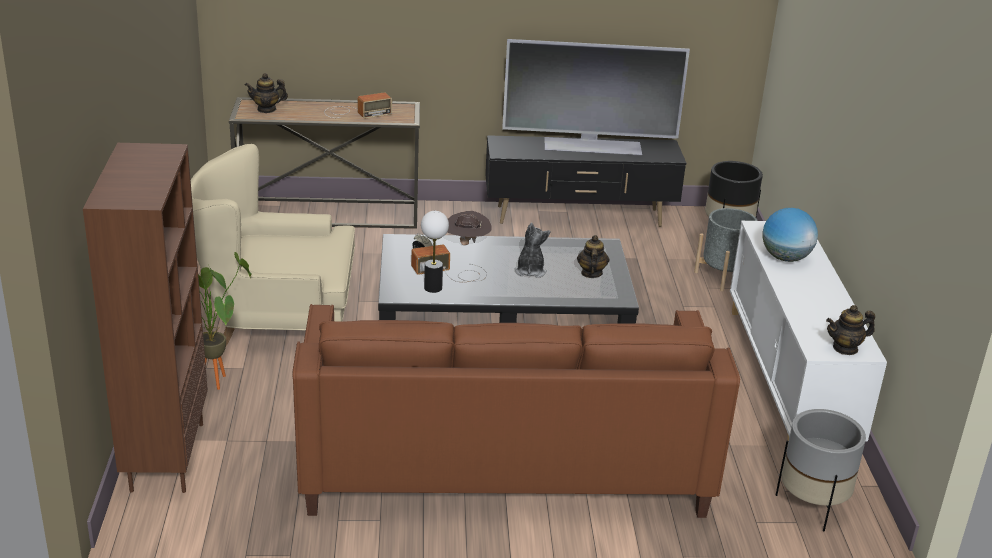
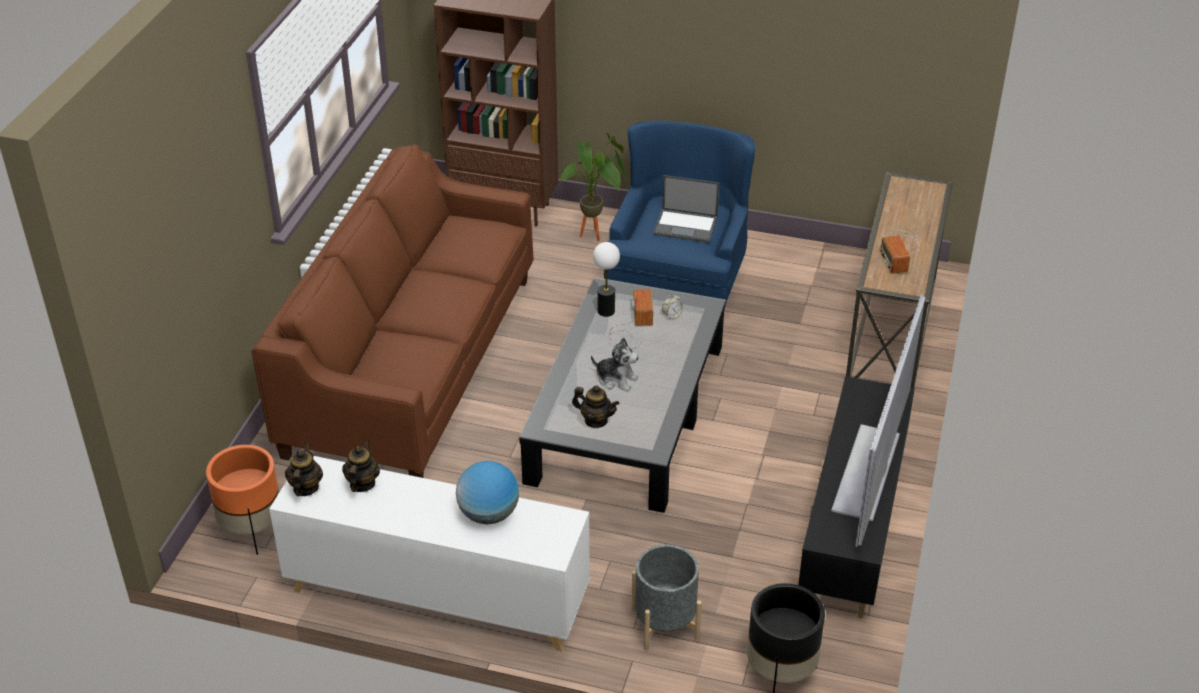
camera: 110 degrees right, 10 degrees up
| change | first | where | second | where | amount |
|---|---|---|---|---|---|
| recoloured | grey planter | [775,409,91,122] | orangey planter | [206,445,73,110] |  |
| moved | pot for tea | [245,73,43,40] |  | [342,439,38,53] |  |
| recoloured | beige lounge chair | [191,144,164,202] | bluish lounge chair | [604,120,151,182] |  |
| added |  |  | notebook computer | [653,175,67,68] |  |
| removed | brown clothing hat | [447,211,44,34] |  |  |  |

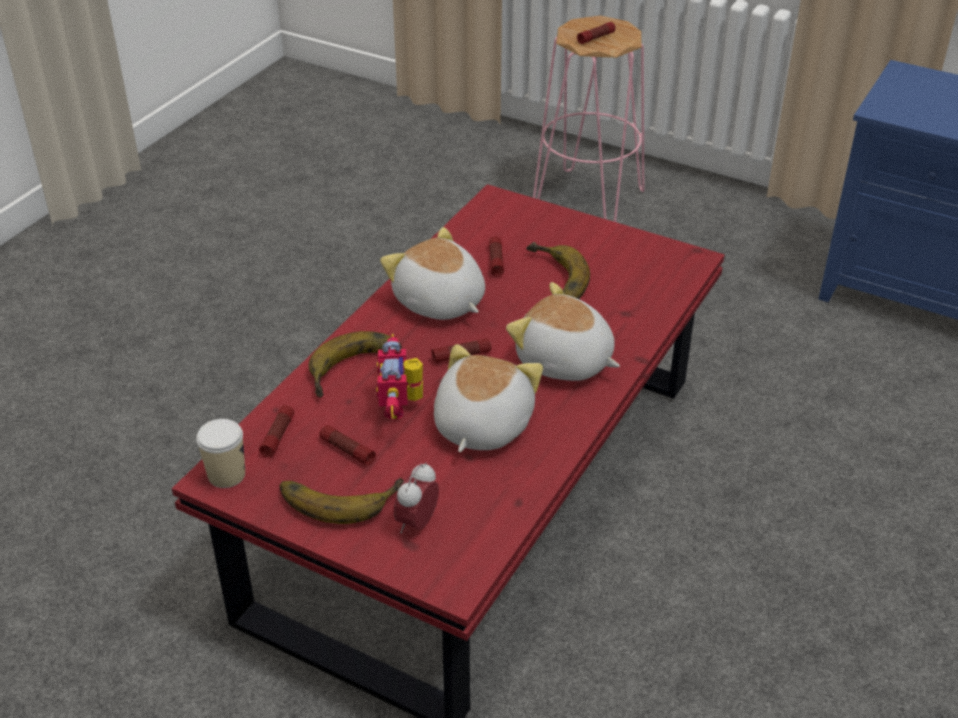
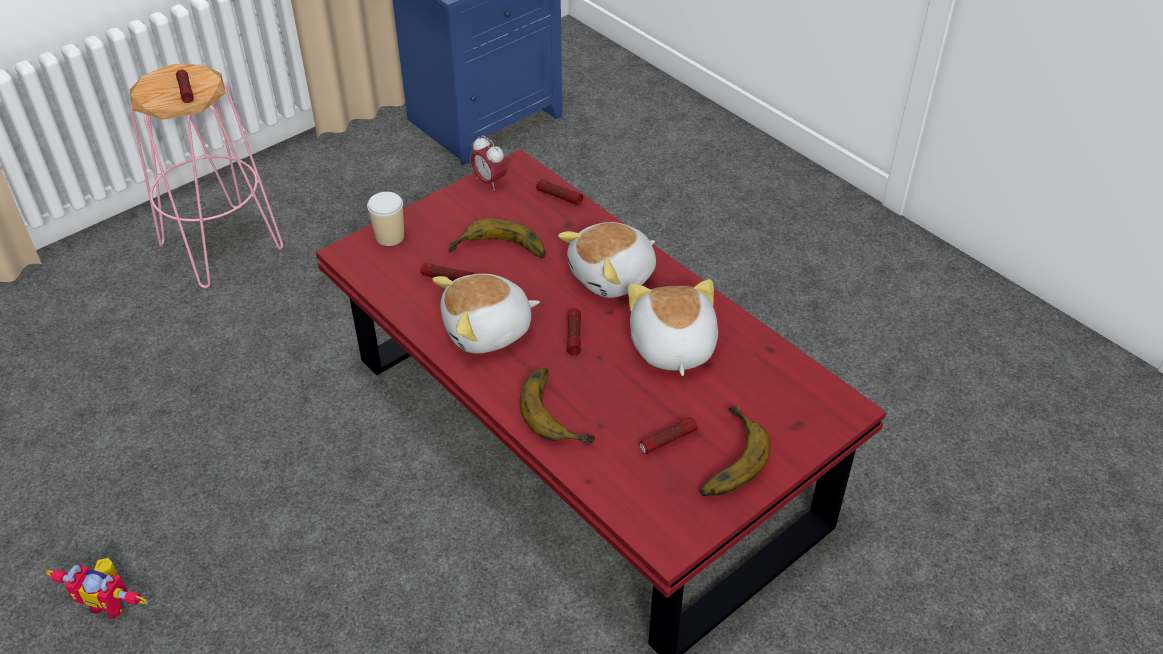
camera: 70 degrees left, 5 degrees up
| change | first | where | second | where | amount |
|---|---|---|---|---|---|
| moved | toy robot | [377,334,46,86] |  | [46,558,101,61] |  |
| moved | drinking cup | [196,419,49,69] |  | [367,192,37,54] |  |
| moved | alarm clock | [393,462,46,71] |  | [471,135,36,55] |  |
| moved | torch | [259,405,35,52] |  | [536,179,47,26] |  |
| turned | soft toy | [434,344,109,108] |  | [628,279,90,97] | 45 degrees clockwise |

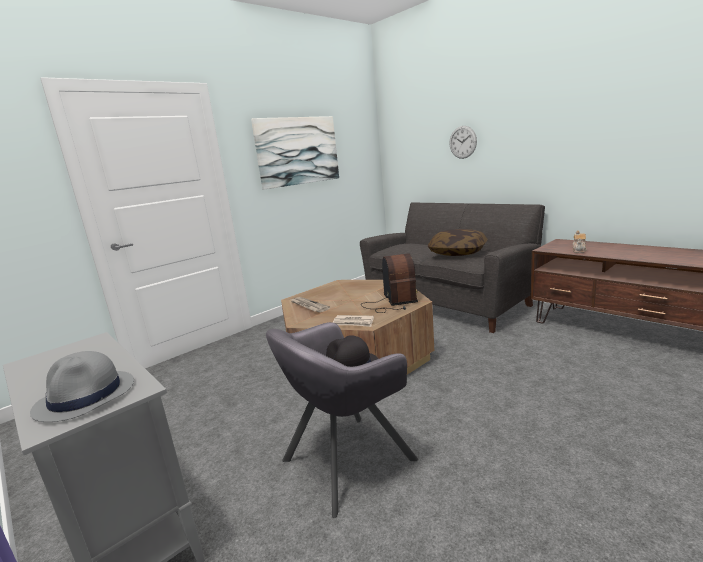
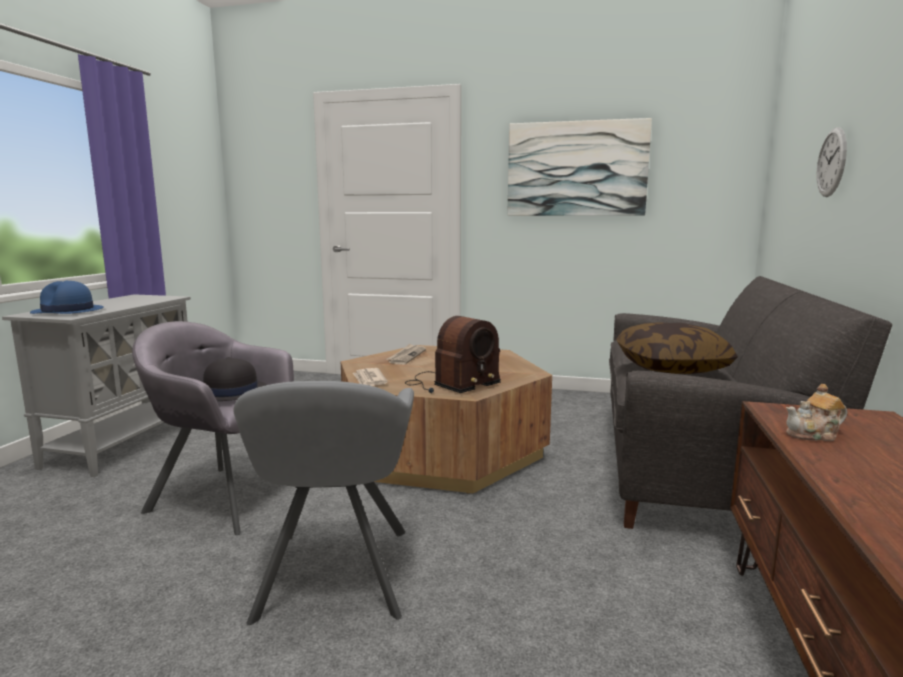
camera: 55 degrees right, 5 degrees down
| change | first | where | second | where | amount |
|---|---|---|---|---|---|
| recoloured | grey clothing hat | [30,351,104,71] | bluish clothing hat | [30,281,74,33] |  |
| added |  |  | grey lounge chair | [233,381,181,244] |  |

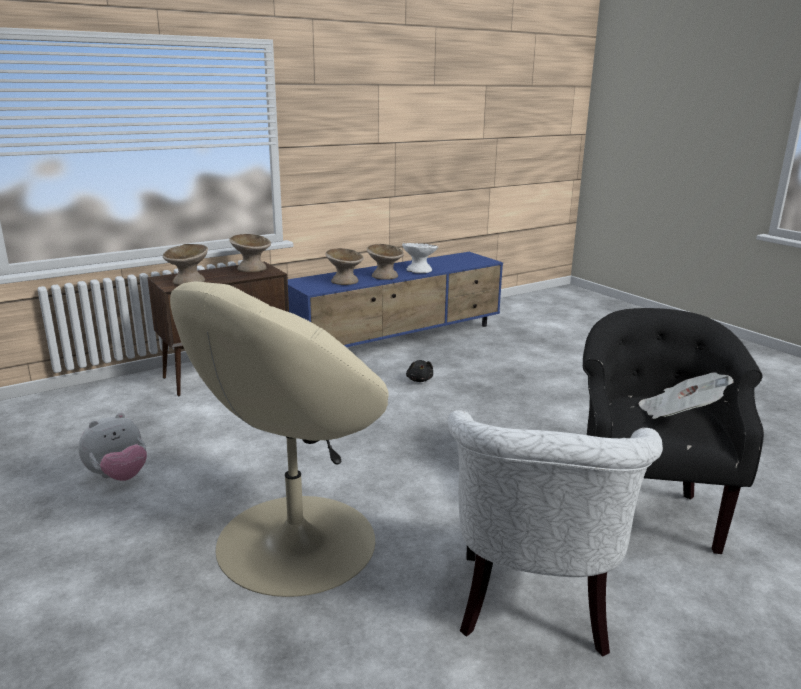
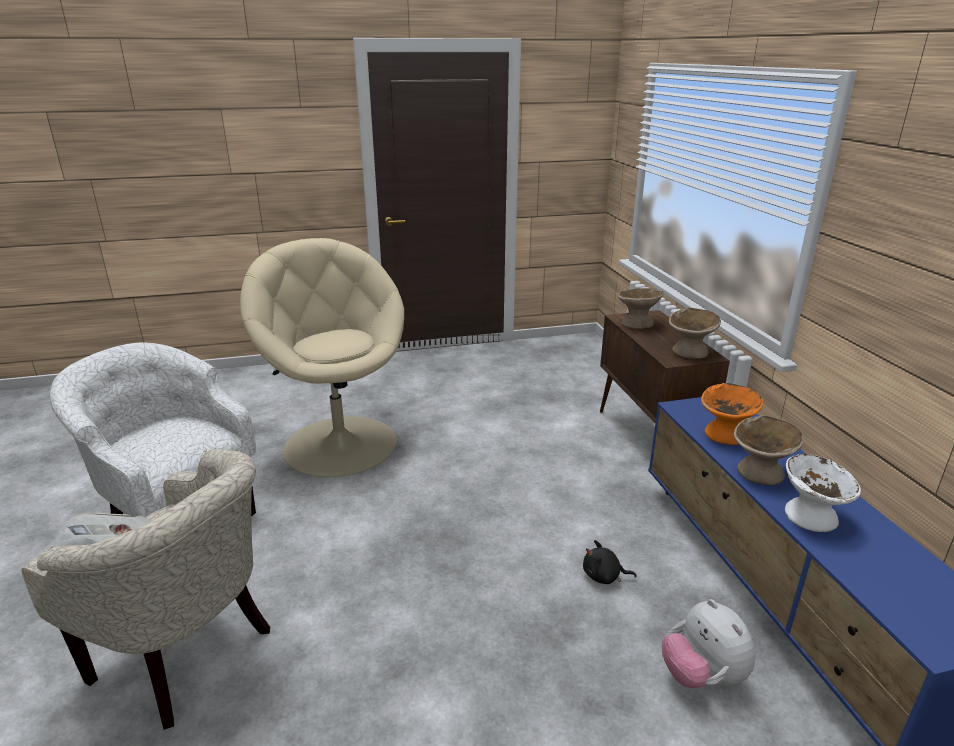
camera: 110 degrees right, 5 degrees up
| change | first | where | second | where | amount |
|---|---|---|---|---|---|
| recoloured | blackish lounge chair | [583,308,181,246] | beige lounge chair | [21,449,249,281] |  |
| moved | soft toy | [78,413,69,68] |  | [662,599,94,89] |  |
| recoloured | beige serving bowl | [325,248,39,37] | orangey serving bowl | [701,383,62,62] |  |

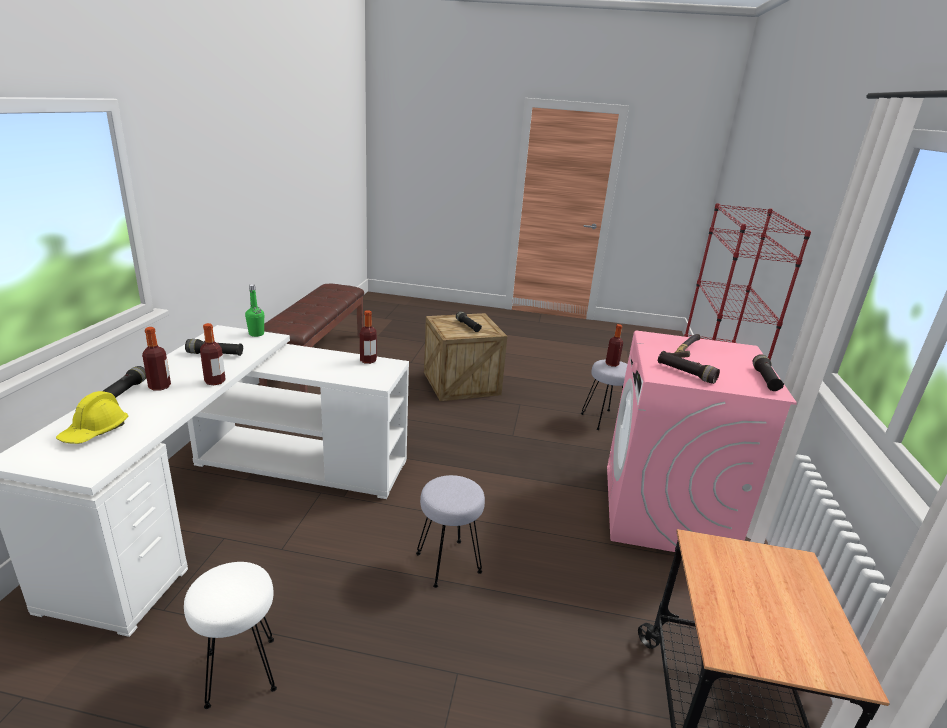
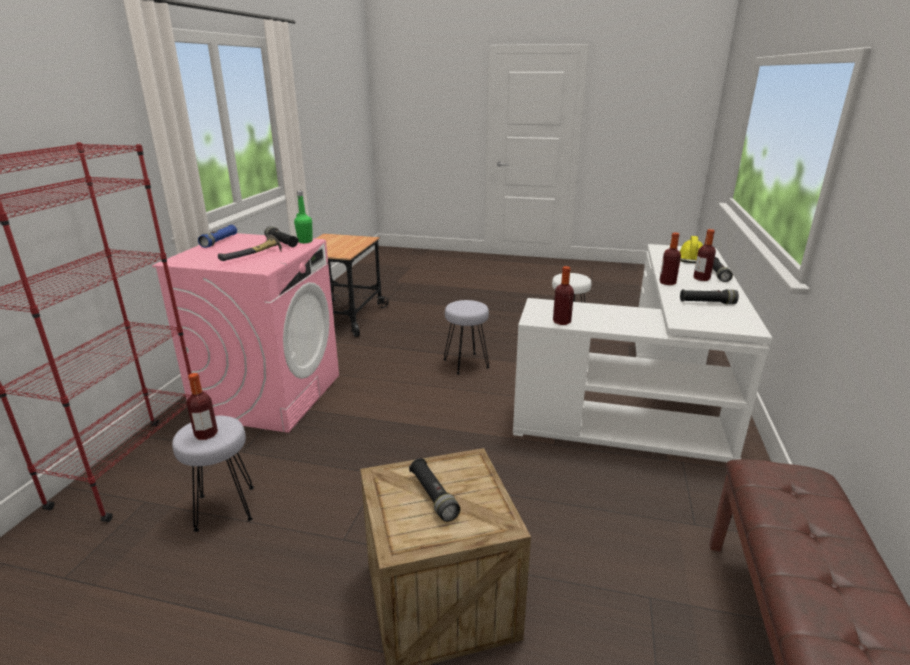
camera: 175 degrees left, 0 degrees up
| change | first | where | second | where | amount |
|---|---|---|---|---|---|
| recoloured | blackish torch | [753,354,31,37] | bluish torch | [198,225,39,23] |  |
| moved | green drink bottle | [245,284,19,53] |  | [294,191,19,52] |  |

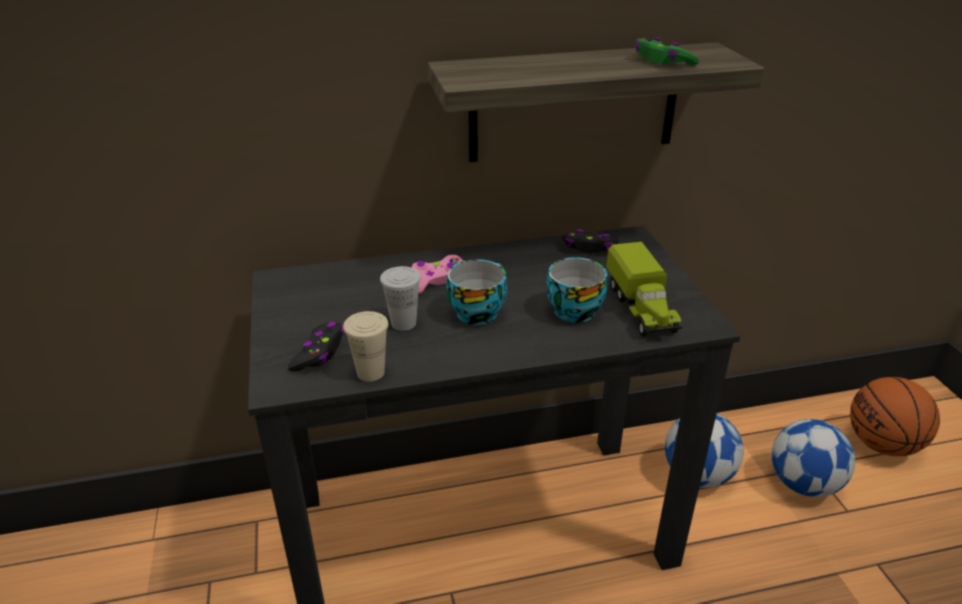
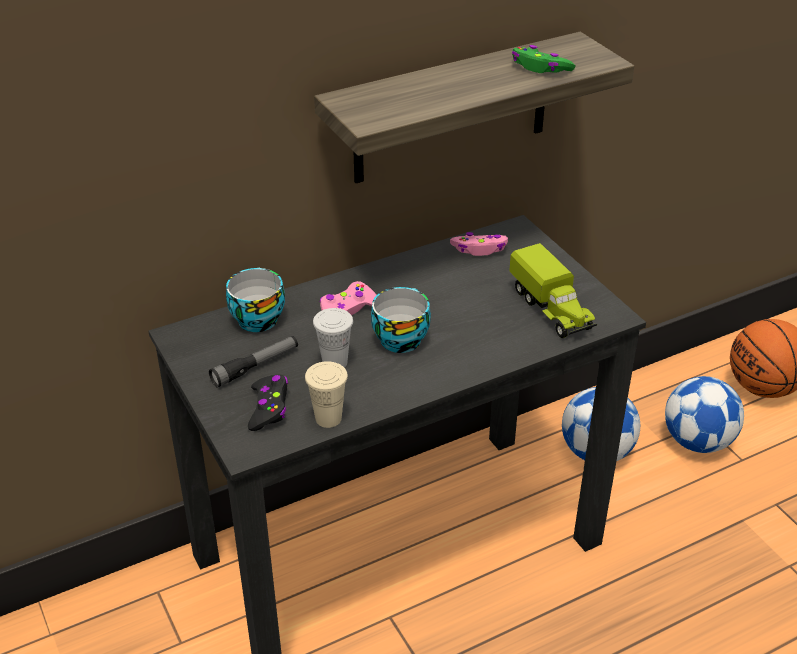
camera: 15 degrees left, 5 degrees up
| change | first | where | second | where | amount |
|---|---|---|---|---|---|
| added |  |  | torch | [209,336,89,52] |  |
| moved | drinking cup | [546,257,62,66] |  | [226,268,59,64] |  |
| recoloured | blackish joypad | [562,229,57,24] | pinkish joypad | [450,232,58,24] |  |

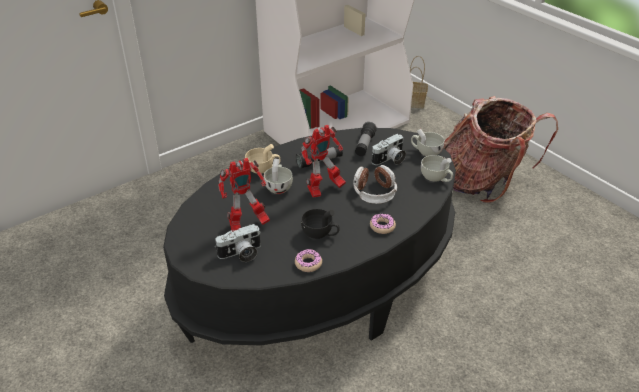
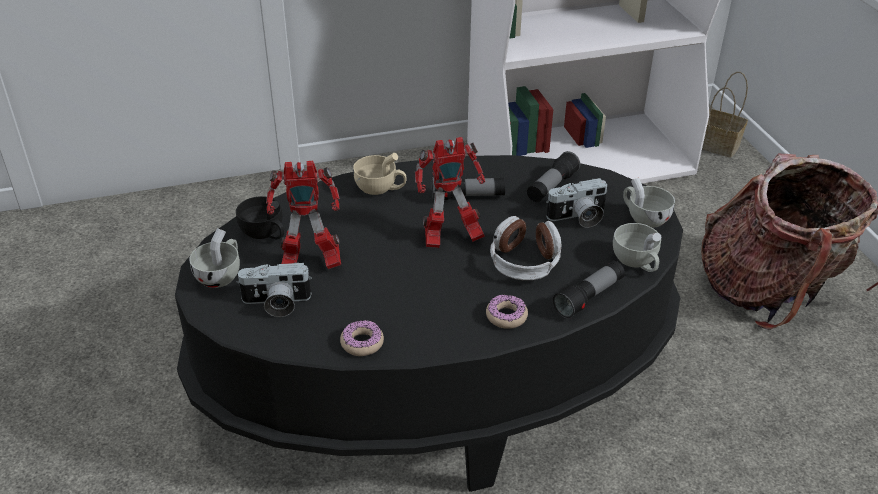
camera: 20 degrees right, 0 degrees up
| change | first | where | second | where | amount |
|---|---|---|---|---|---|
| moved | whitish drinking cup | [264,159,29,35] |  | [189,228,51,60] |  |
| moved | blackish drinking cup | [301,209,39,30] |  | [236,196,48,44] |  |
| added |  |  | torch | [553,261,72,58] |  |

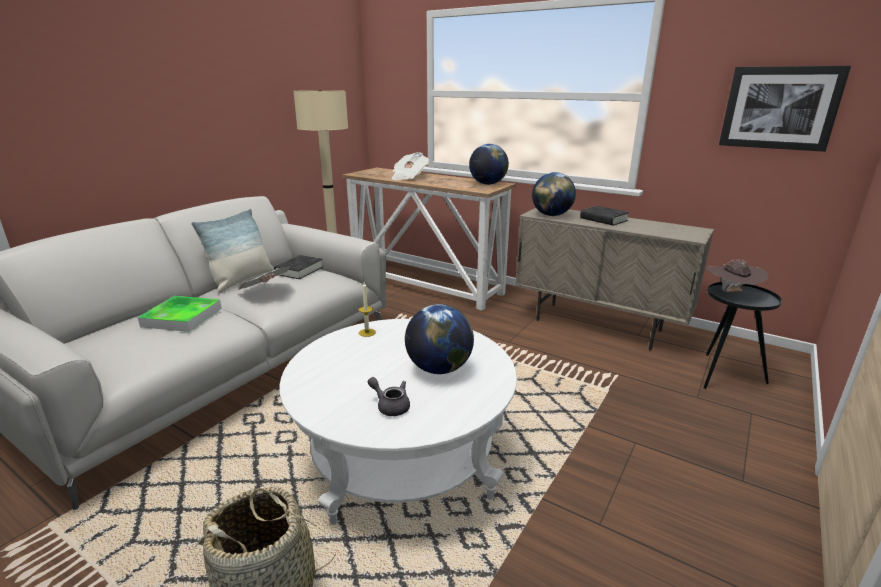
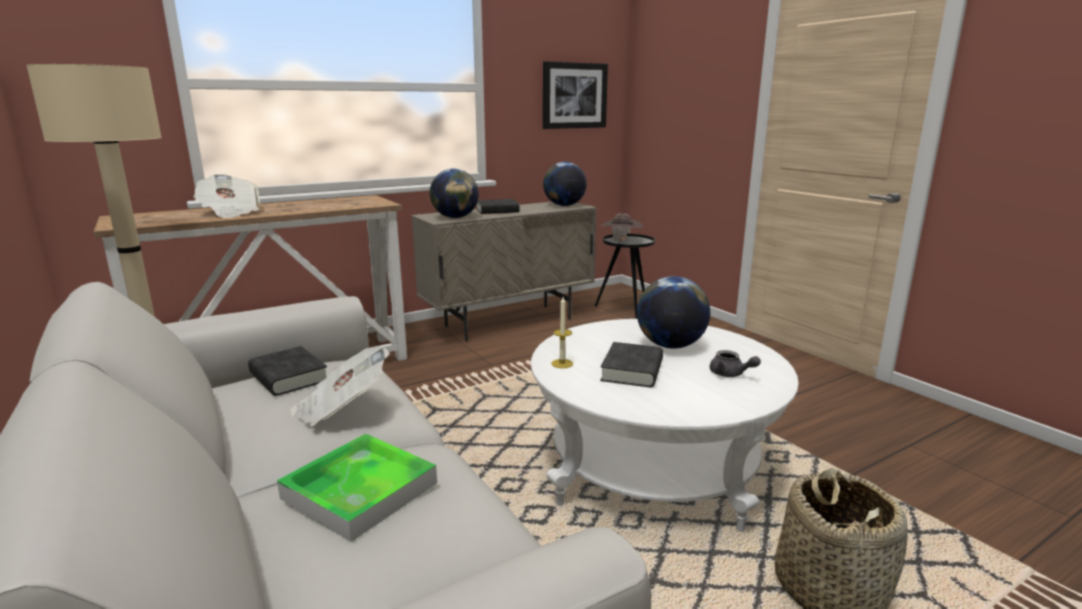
camera: 65 degrees left, 5 degrees down
| change | first | where | second | where | amount |
|---|---|---|---|---|---|
| moved | world globe | [469,144,40,41] |  | [543,162,44,44] |  |
| added |  |  | blackish volume | [600,342,63,45] |  |
| turned | grey pot for tea | [368,377,42,39] |  | [710,350,51,27] | 105 degrees counterclockwise |
| removed | throw pillow | [191,208,83,85] |  |  |  |

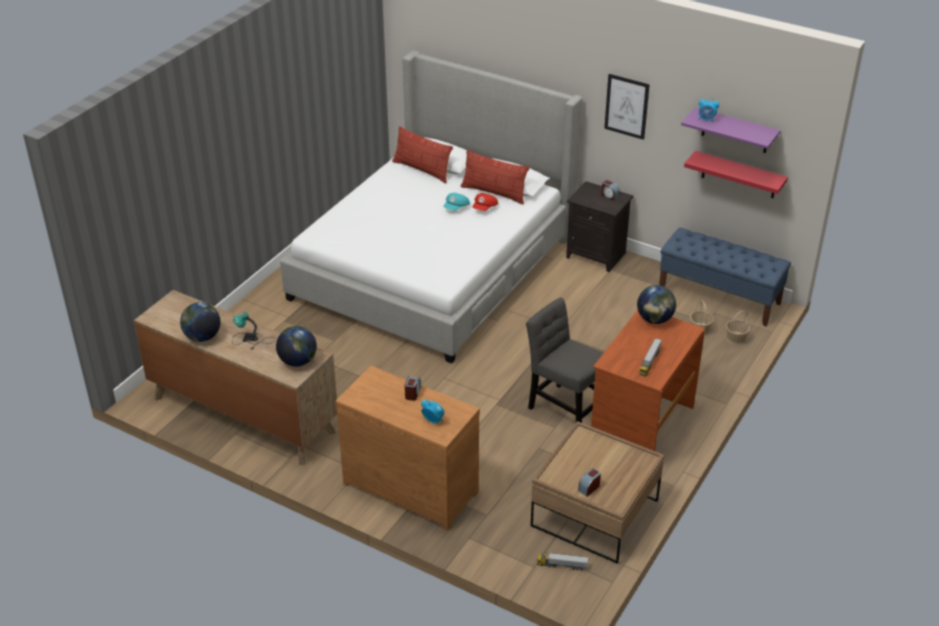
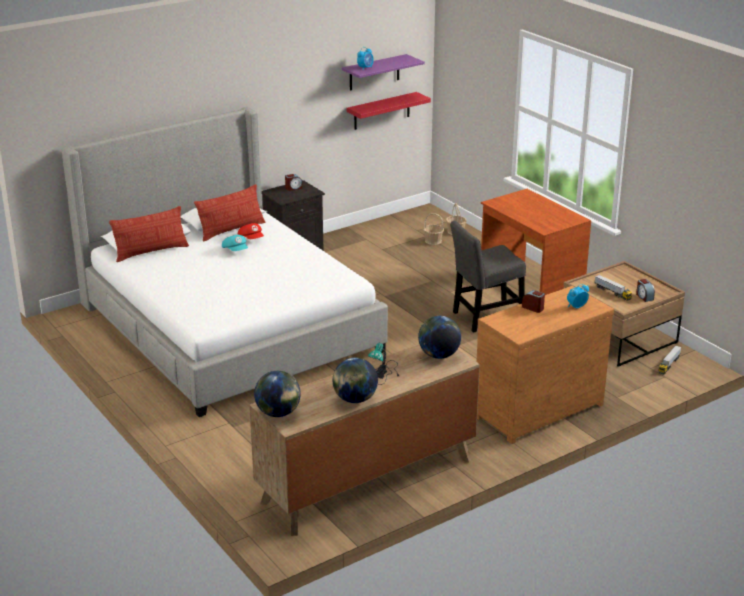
camera: 65 degrees left, 10 degrees down
| change | first | where | second | where | amount |
|---|---|---|---|---|---|
| moved | world globe | [637,285,39,39] |  | [254,371,47,46] |  |
| moved | toy lorry | [639,338,23,38] |  | [595,275,37,26] |  |
| removed | wall picture | [604,74,46,66] |  |  |  |
| removed | bluish long seat | [659,227,132,99] |  |  |  |

